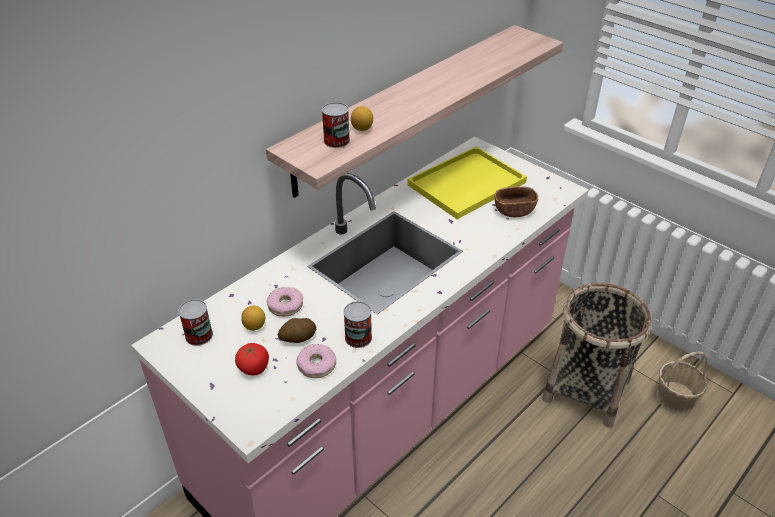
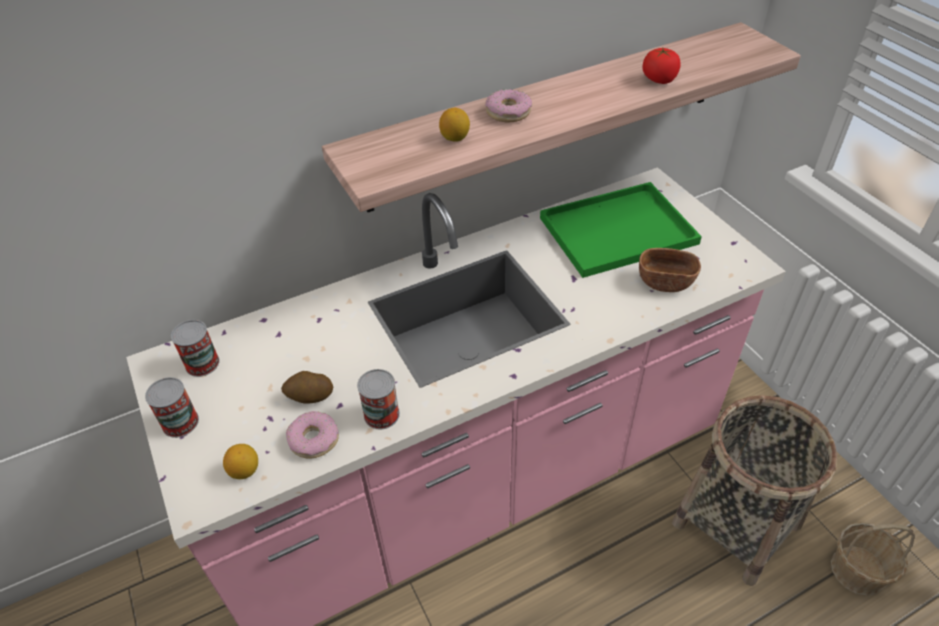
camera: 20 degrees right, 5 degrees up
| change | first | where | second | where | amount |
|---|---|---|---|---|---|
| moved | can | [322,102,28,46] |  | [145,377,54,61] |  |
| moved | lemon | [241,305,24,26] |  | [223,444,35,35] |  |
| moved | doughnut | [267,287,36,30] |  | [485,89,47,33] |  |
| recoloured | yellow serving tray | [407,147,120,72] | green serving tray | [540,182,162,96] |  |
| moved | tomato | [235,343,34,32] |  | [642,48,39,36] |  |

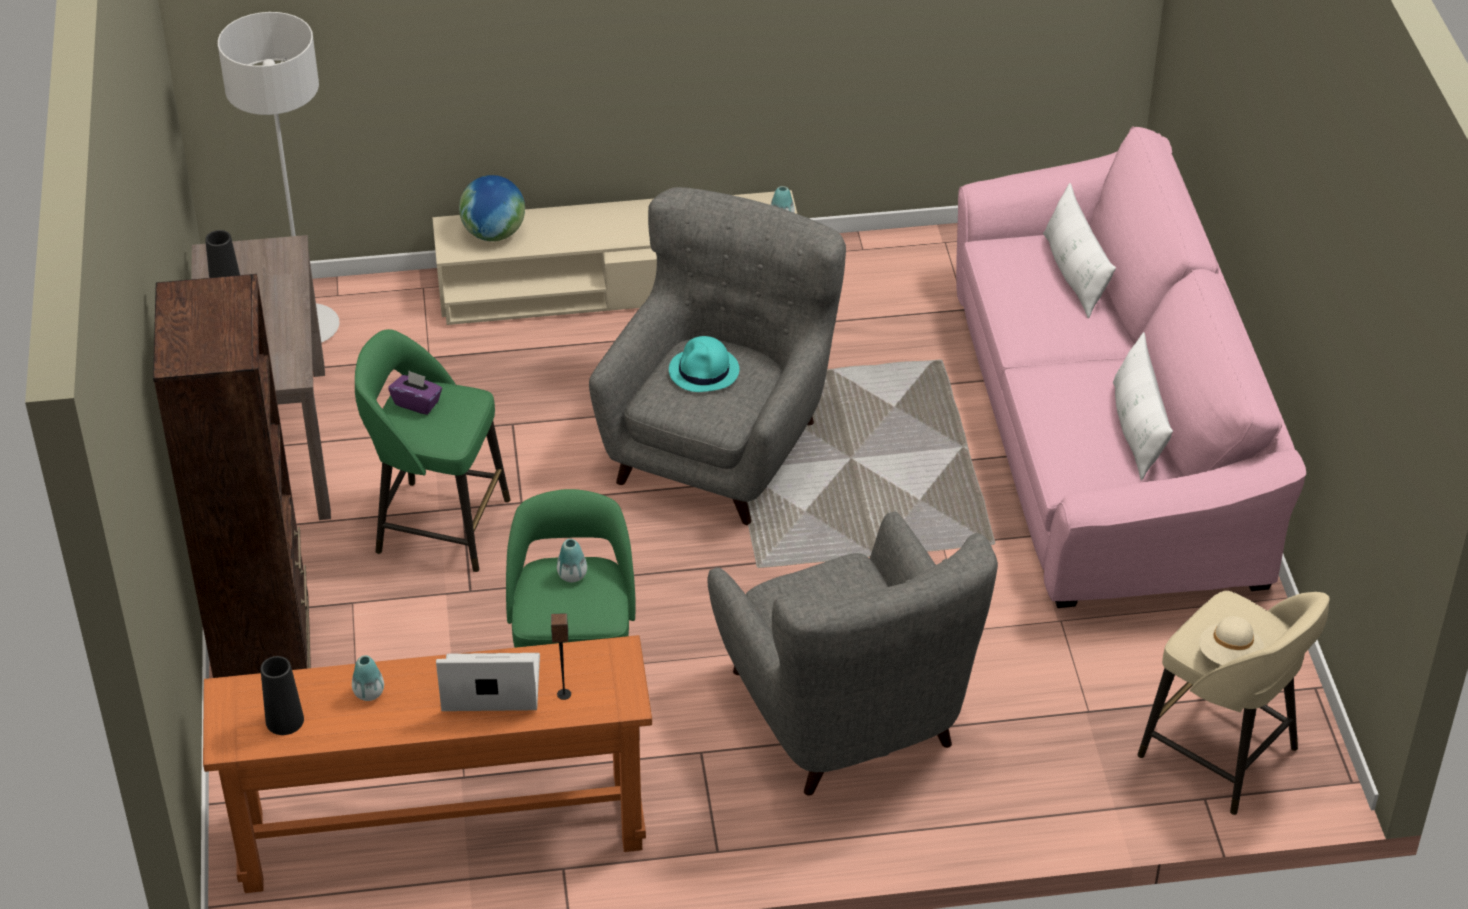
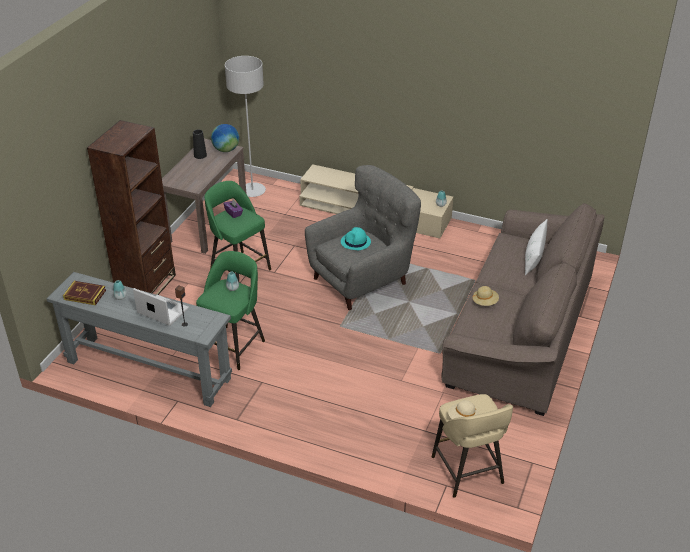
camera: 30 degrees right, 5 degrees down
| change | first | where | second | where | amount |
|---|---|---|---|---|---|
| recoloured | orangey narrow table | [203,635,449,258] | grey narrow table | [47,272,185,135] |  |
| replaced | blackish decorative vase | [261,656,43,79] | volume | [63,281,43,24] |  |
| moved | world globe | [459,175,66,66] |  | [211,124,28,28] |  |
| recoloured | pinkish couch | [956,126,350,482] | brown couch | [441,203,163,213] |  |
| added |  |  | beige clothing hat | [472,286,27,20] |  |
| removed | grey lounge chair | [707,511,291,285] |  |  |  |
| removed | whitish throw pillow | [1113,332,60,148] |  |  |  |

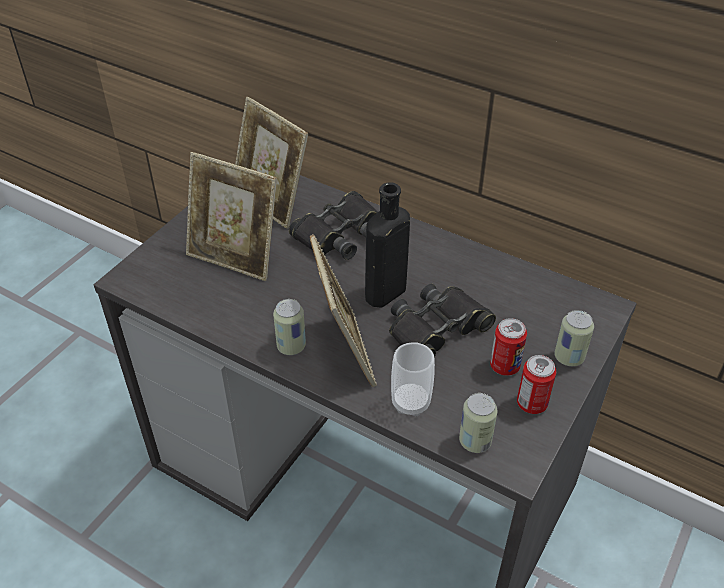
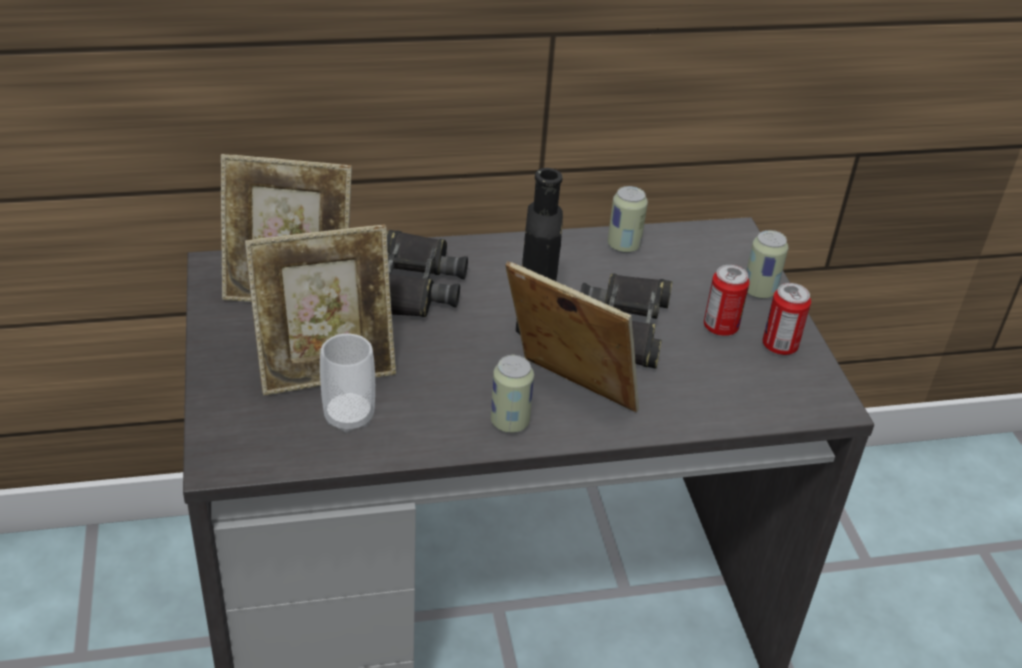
camera: 45 degrees left, 5 degrees down
| change | first | where | second | where | amount |
|---|---|---|---|---|---|
| moved | drinking cup | [391,342,44,74] |  | [320,334,55,99] |  |
| moved | can | [459,393,38,60] |  | [607,186,41,67] |  |

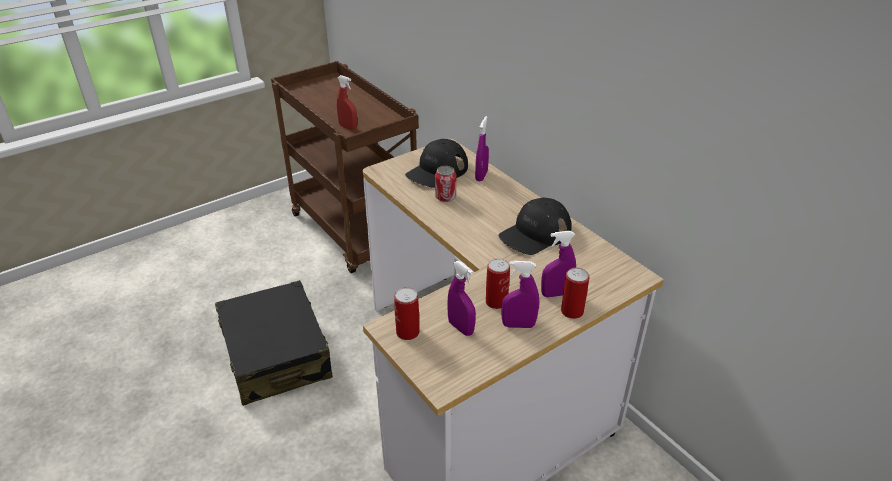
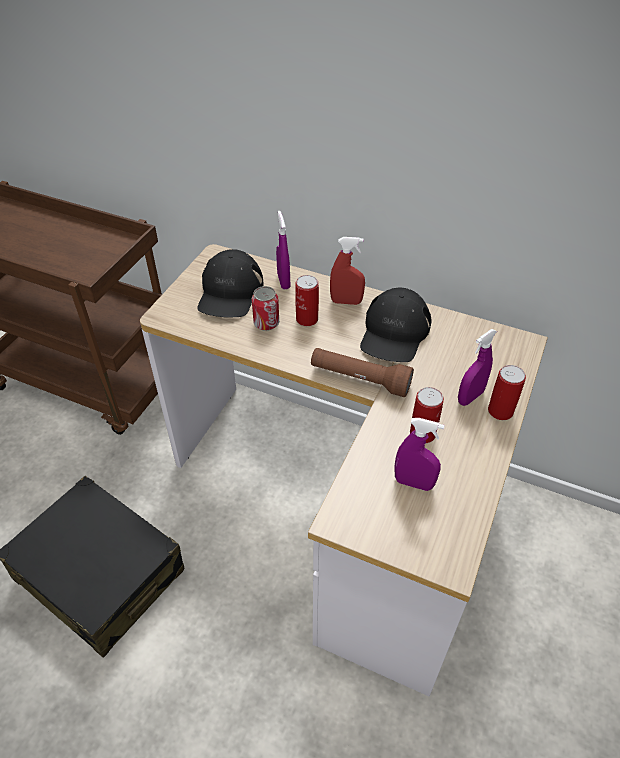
camera: 30 degrees left, 10 degrees up
| change | first | where | second | where | amount |
|---|---|---|---|---|---|
| moved | can | [394,288,25,52] |  | [295,275,24,51] |  |
| added |  |  | brown torch | [311,348,103,49] |  |
| moved | reddish hand sprayer | [337,75,20,55] |  | [330,237,35,68] |  |
| removed | purple-coloured hand sprayer | [502,261,37,67] |  |  |  |

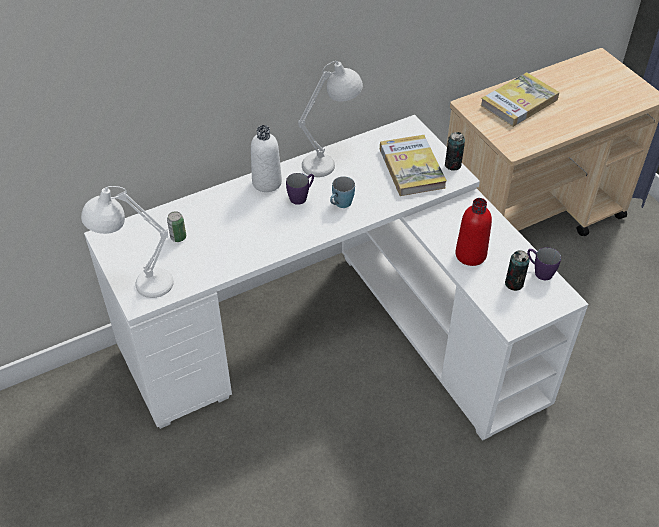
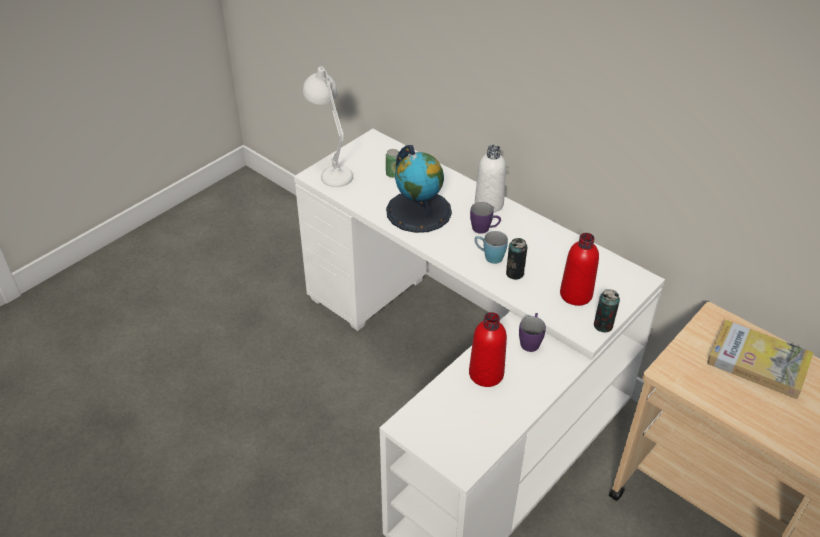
camera: 70 degrees right, 5 degrees down
| change | first | where | second | where | amount |
|---|---|---|---|---|---|
| added |  |  | world globe | [386,145,66,88] |  |
| moved | can | [505,250,25,41] |  | [506,238,22,42] |  |
| moved | purple-coloured mug | [527,247,34,33] |  | [519,313,27,39] |  |
| replaced | volume | [380,135,67,61] | reddish drink bottle | [560,233,39,73] |  |
| removed | whitish lamp for a table | [298,61,65,116] |  |  |  |

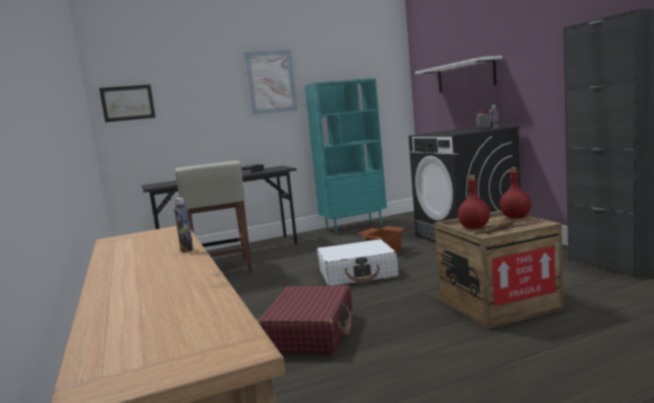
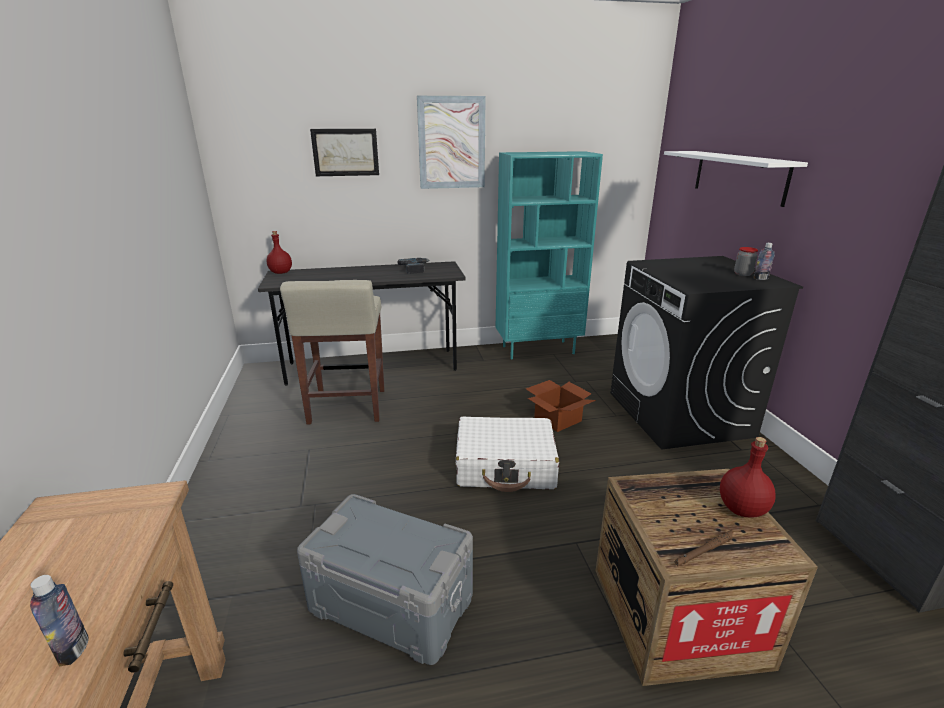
camera: 10 degrees right, 15 degrees up
| change | first | where | second | where | amount |
|---|---|---|---|---|---|
| moved | reddish drink bottle | [458,175,32,54] |  | [267,231,25,43] |  |
| replaced | reddish piece of luggage | [258,285,94,70] | grey storage container | [297,494,176,171] |  |
| moved | wall picture | [99,84,57,38] |  | [310,129,69,47] |  |

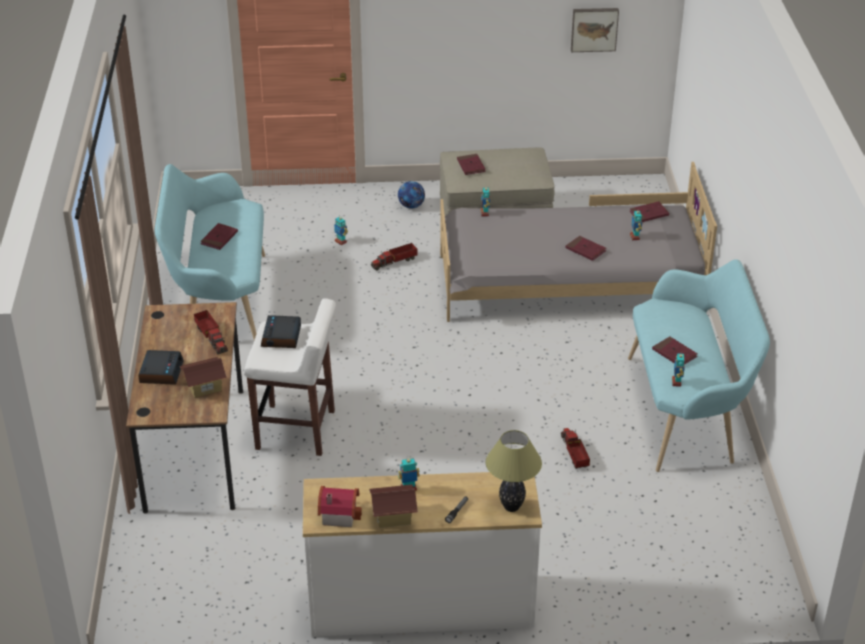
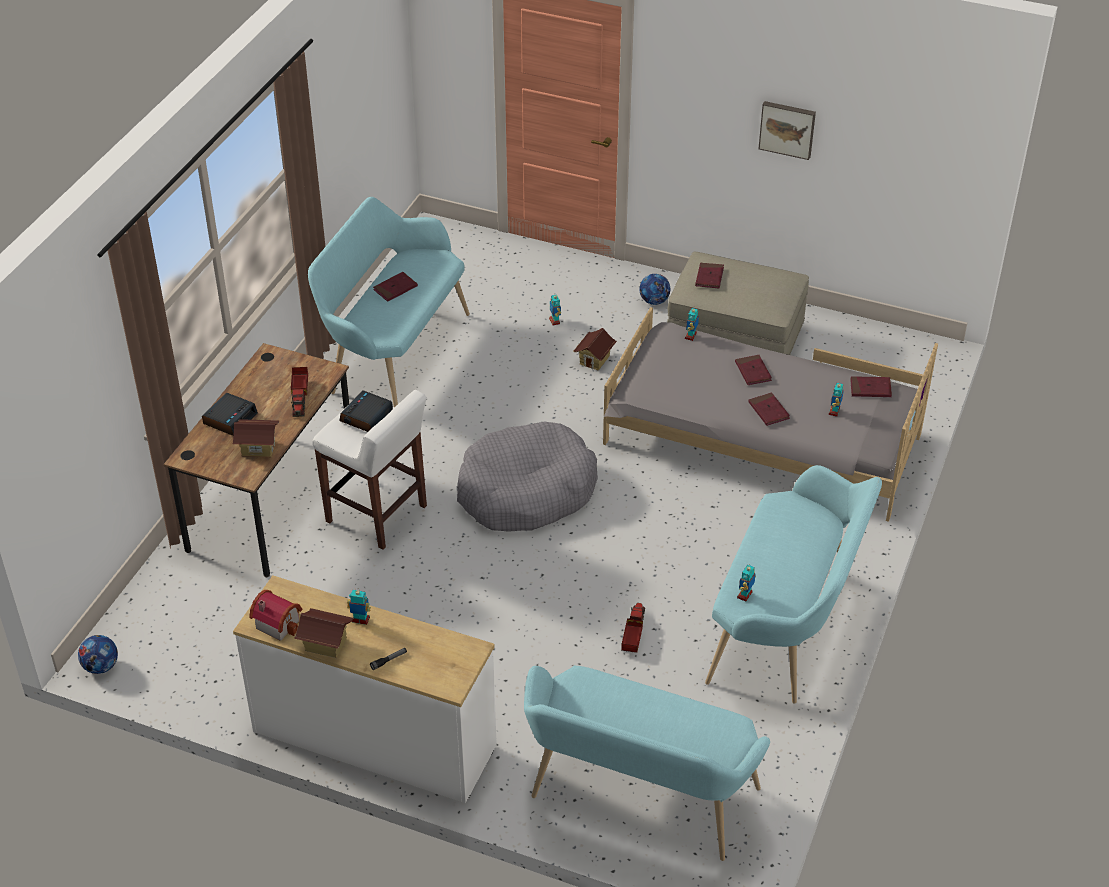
camera: 25 degrees right, 5 degrees up
| change | first | where | second | where | amount |
|---|---|---|---|---|---|
| added |  |  | ball for football | [78,635,40,39] |  |
| added |  |  | grey dog bed | [457,422,141,110] |  |
| added |  |  | turquoise-coloured long seat | [524,665,246,196] |  |
| replaced | toy lorry | [371,243,46,28] | model house | [574,328,43,43] |  |
| moved | reddish volume | [652,336,46,29] |  | [735,355,37,30] |  |
| moved | wall picture | [571,8,48,44] |  | [758,101,58,59] |  |
| removed | lamp for a table | [486,430,56,82] |  |  |  |

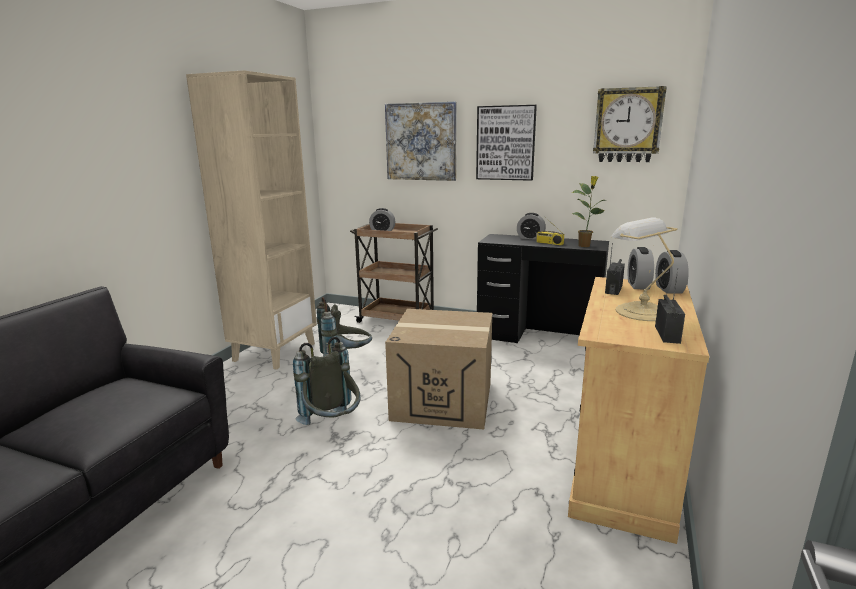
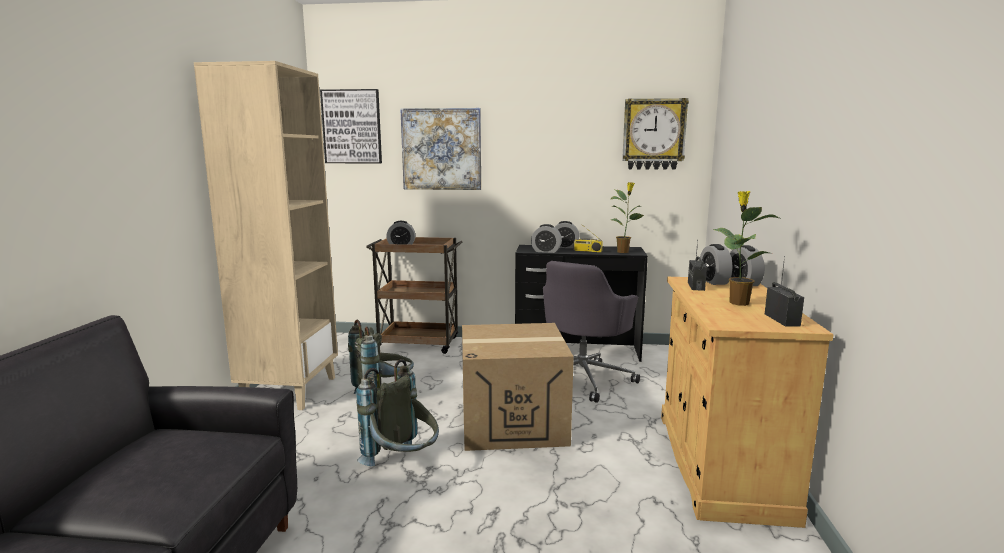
camera: 15 degrees left, 5 degrees down
| change | first | where | second | where | amount |
|---|---|---|---|---|---|
| moved | wall picture | [476,105,61,76] |  | [320,89,62,74] |  |
| added |  |  | alarm clock | [531,224,31,29] |  |
| added |  |  | grey computer chair | [543,261,97,142] |  |
| replaced | lamp for a table | [611,217,67,104] | potted plant | [713,191,69,115] |  |

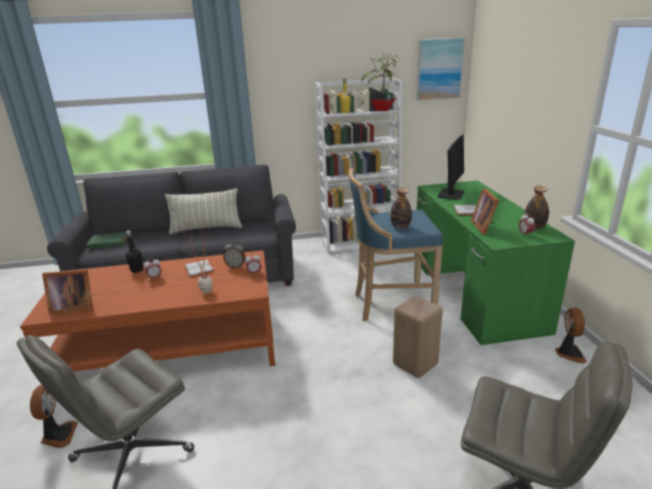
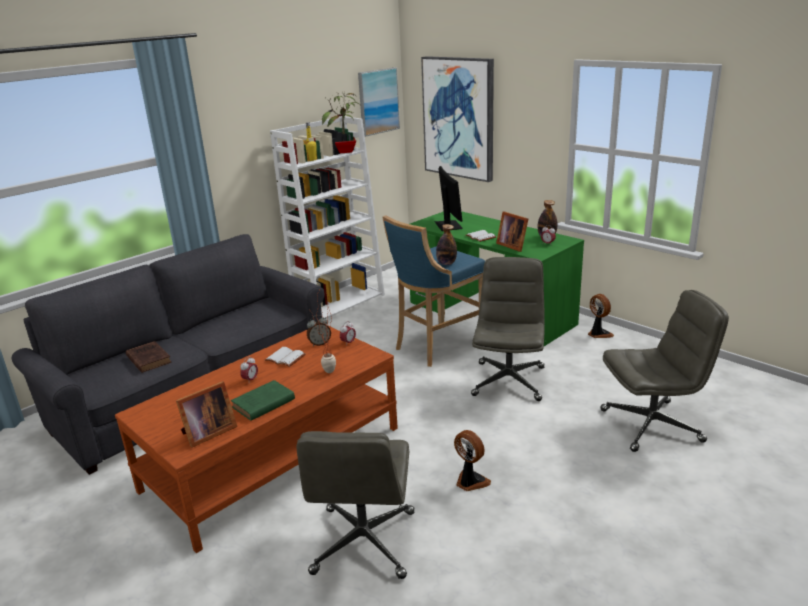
camera: 35 degrees left, 0 degrees up
| change | first | where | second | where | amount |
|---|---|---|---|---|---|
| added |  |  | brown volume | [126,341,45,32] |  |
| moved | green volume | [87,232,40,17] |  | [231,380,64,41] |  |
| added |  |  | wall picture | [421,56,73,126] |  |
| moved | cooling fan | [30,385,48,63] |  | [454,430,37,61] |  |
| replaced | beige stool | [393,296,50,82] | grey computer chair | [471,257,74,144] |  |
| removed | blackish drink bottle | [126,231,17,42] |  |  |  |
| removed | throw pillow | [165,188,77,46] |  |  |  |

